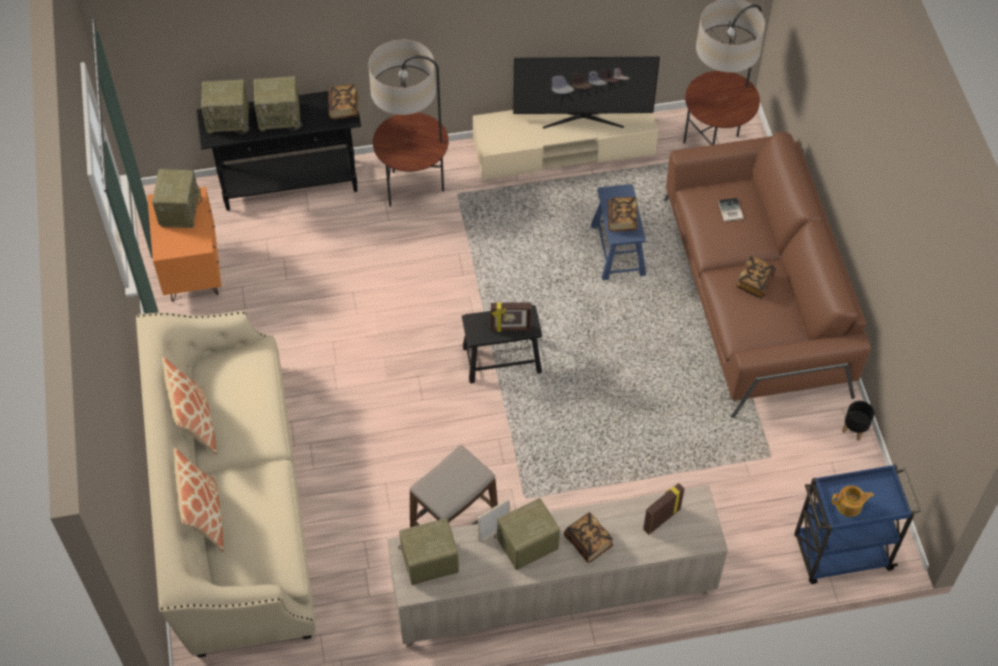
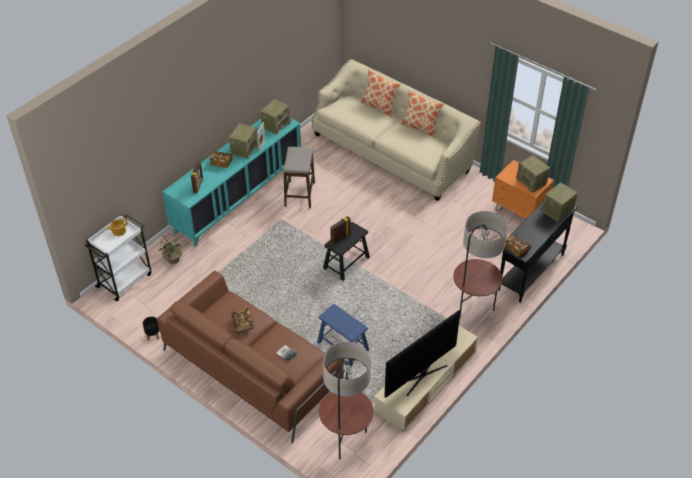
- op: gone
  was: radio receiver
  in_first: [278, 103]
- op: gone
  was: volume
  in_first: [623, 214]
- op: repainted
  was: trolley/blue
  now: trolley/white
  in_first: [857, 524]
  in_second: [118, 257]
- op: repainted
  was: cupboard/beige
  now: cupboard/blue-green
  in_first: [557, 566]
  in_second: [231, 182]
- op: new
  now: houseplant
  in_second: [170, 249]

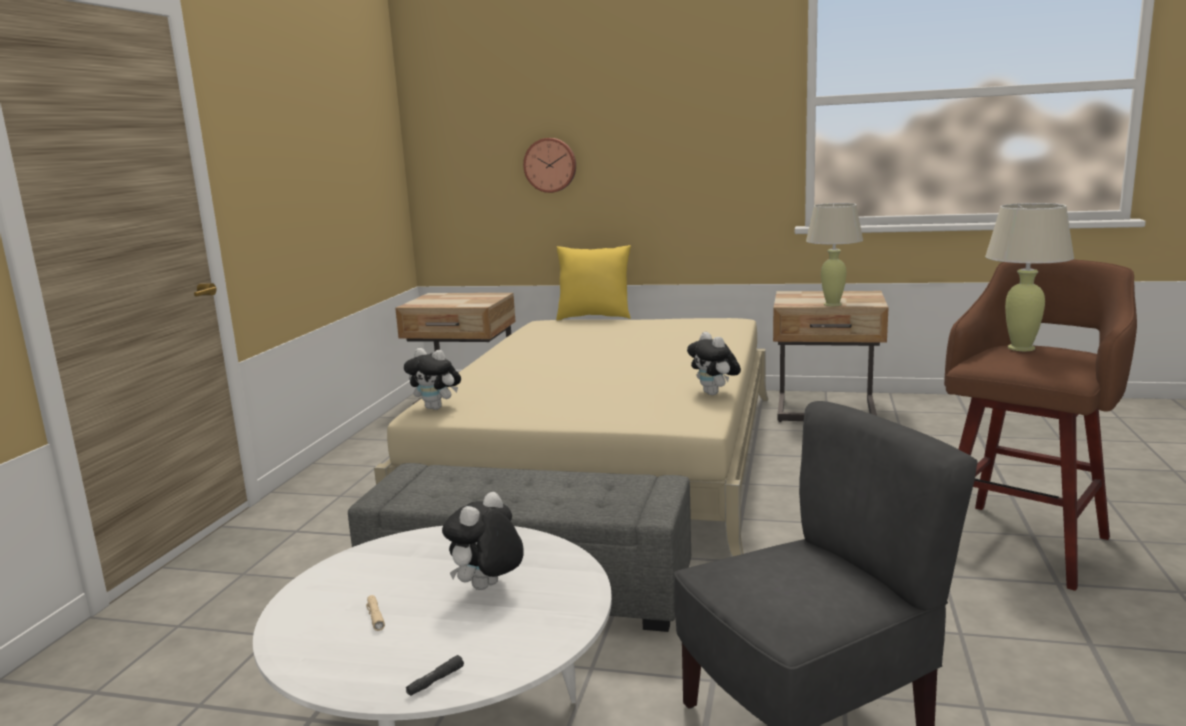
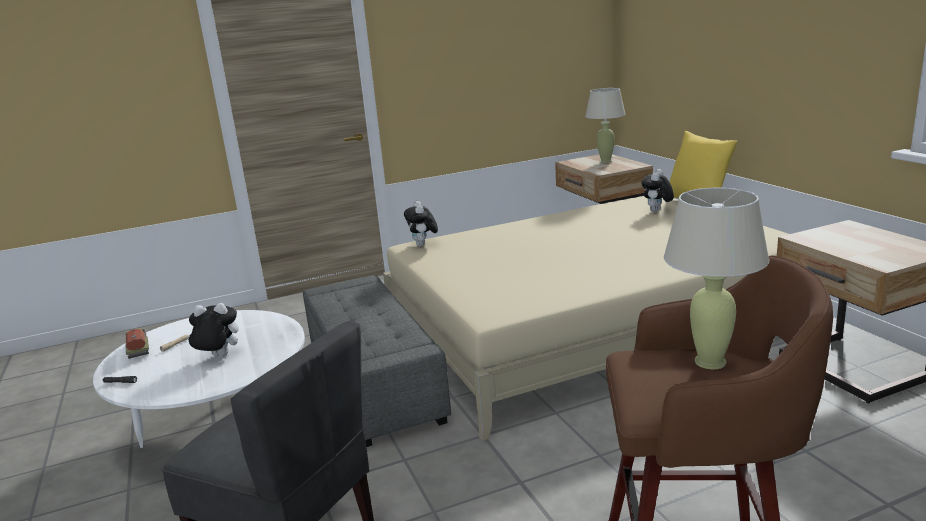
- op: gone
  was: hanging clock
  in_first: [549, 165]
- op: shifted
  was: tabletop lamp/beige
  in_first: [834, 254]
  in_second: [605, 125]
- op: shifted
  was: soft toy
  in_first: [714, 363]
  in_second: [658, 190]
- op: new
  now: toy truck
  in_second: [137, 343]

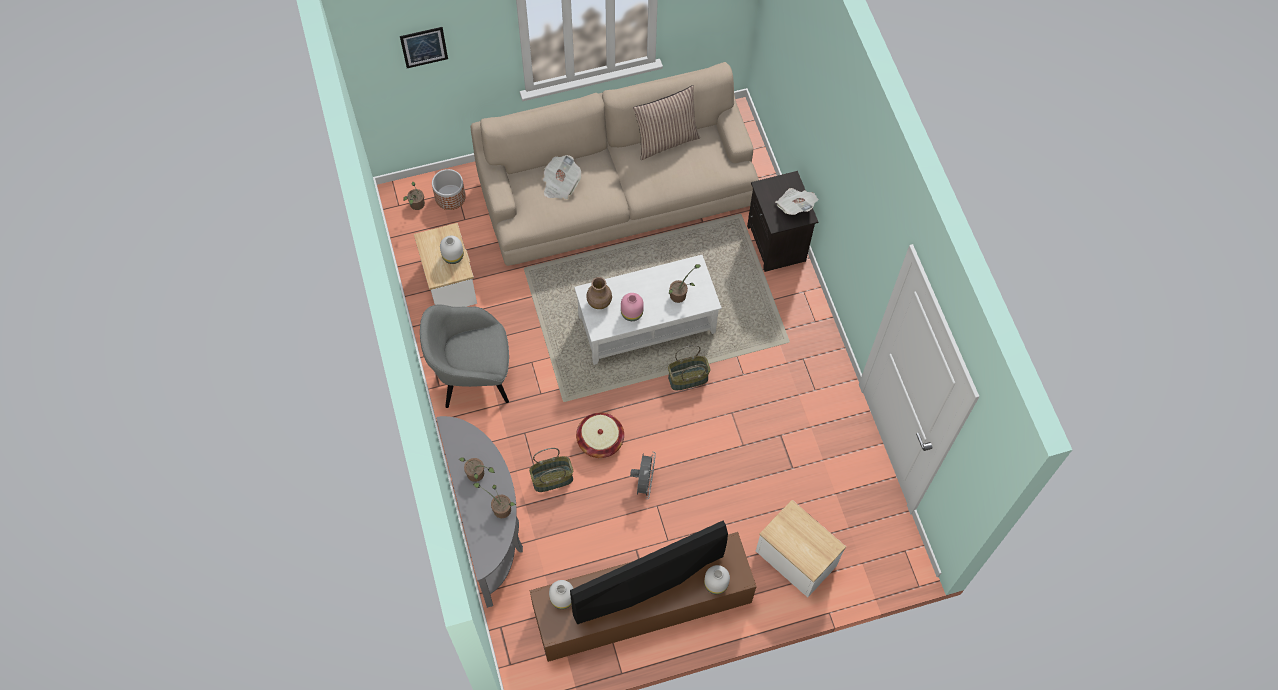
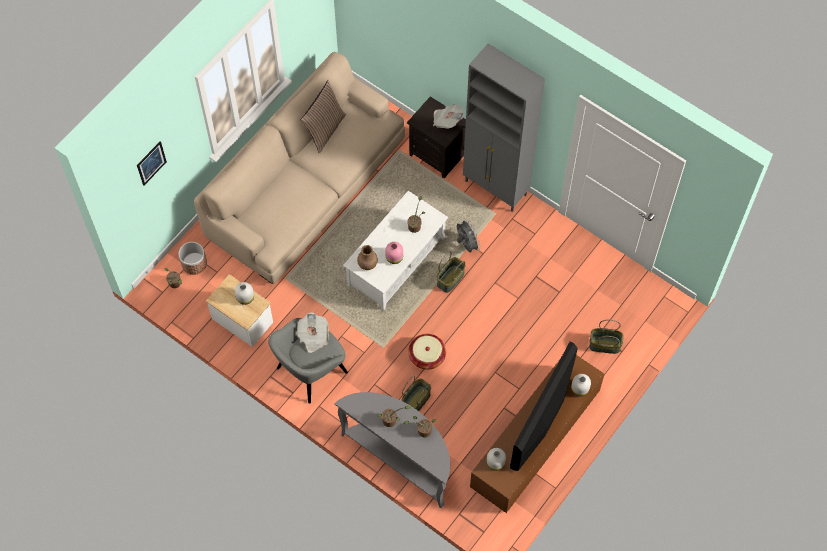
- op: shifted
  was: daily paper
  in_first: [562, 177]
  in_second: [312, 332]
- op: shifted
  was: fan/greyish
  in_first: [643, 475]
  in_second: [469, 235]
- op: swapped
  was: side table
  now: basket
  in_first: [801, 549]
  in_second: [606, 337]
- op: new
  now: cupboard/greyish
  in_second: [504, 127]

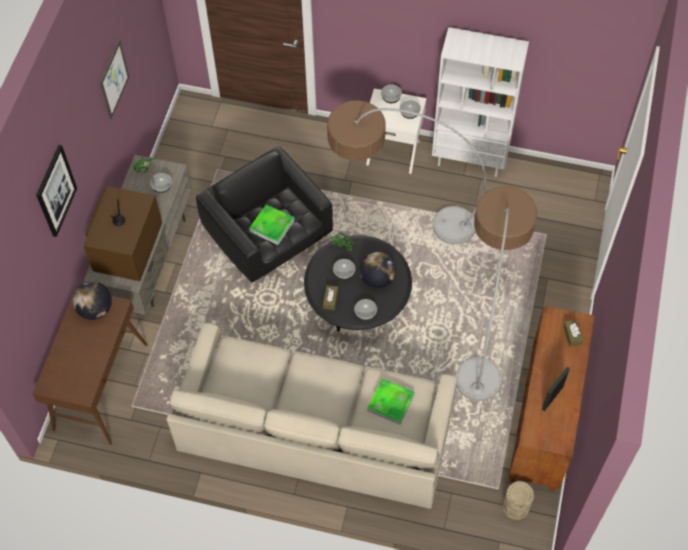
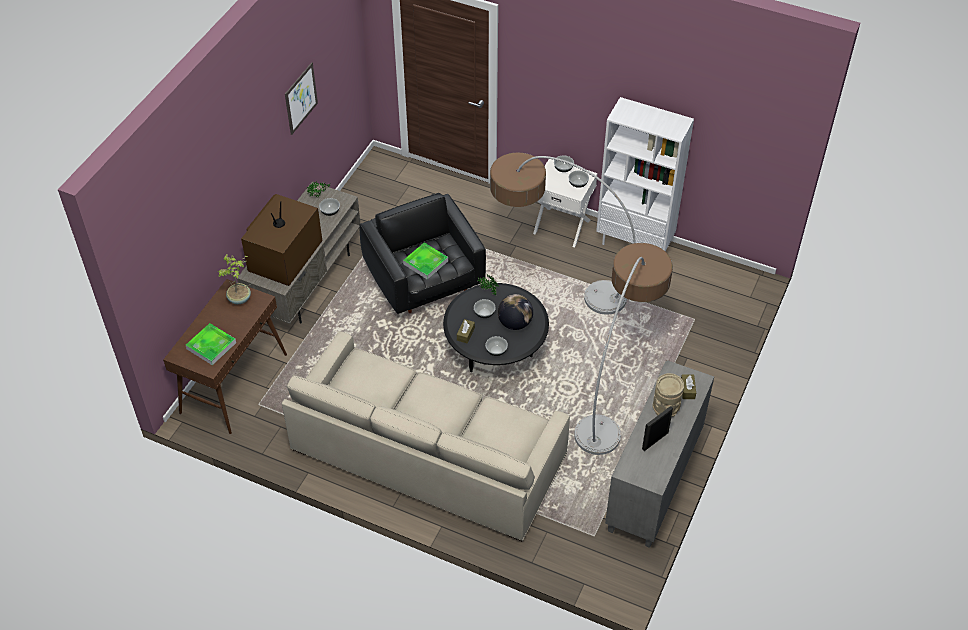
- op: gone
  was: wall picture
  in_first: [56, 191]
- op: swapped
  was: world globe
  now: houseplant
  in_first: [92, 300]
  in_second: [234, 279]
- op: repainted
  was: cupboard/brownish
  now: cupboard/greyish
  in_first: [552, 398]
  in_second: [659, 454]
- op: shifted
  was: tray
  in_first: [391, 402]
  in_second: [211, 344]
- op: shifted
  was: flower vase/beige
  in_first: [518, 500]
  in_second: [668, 395]

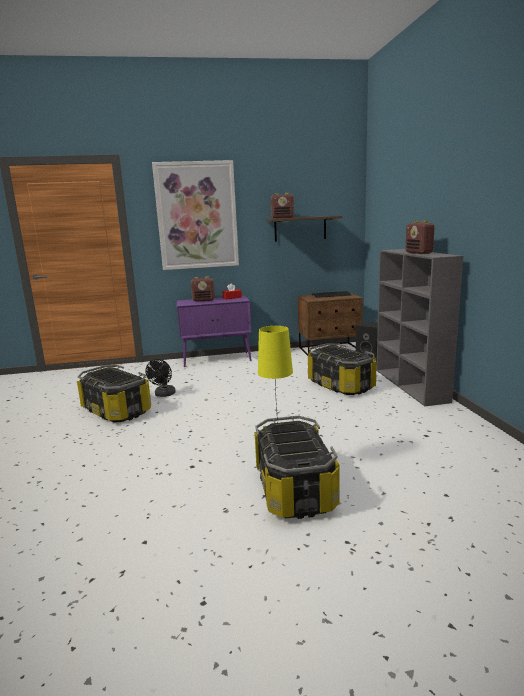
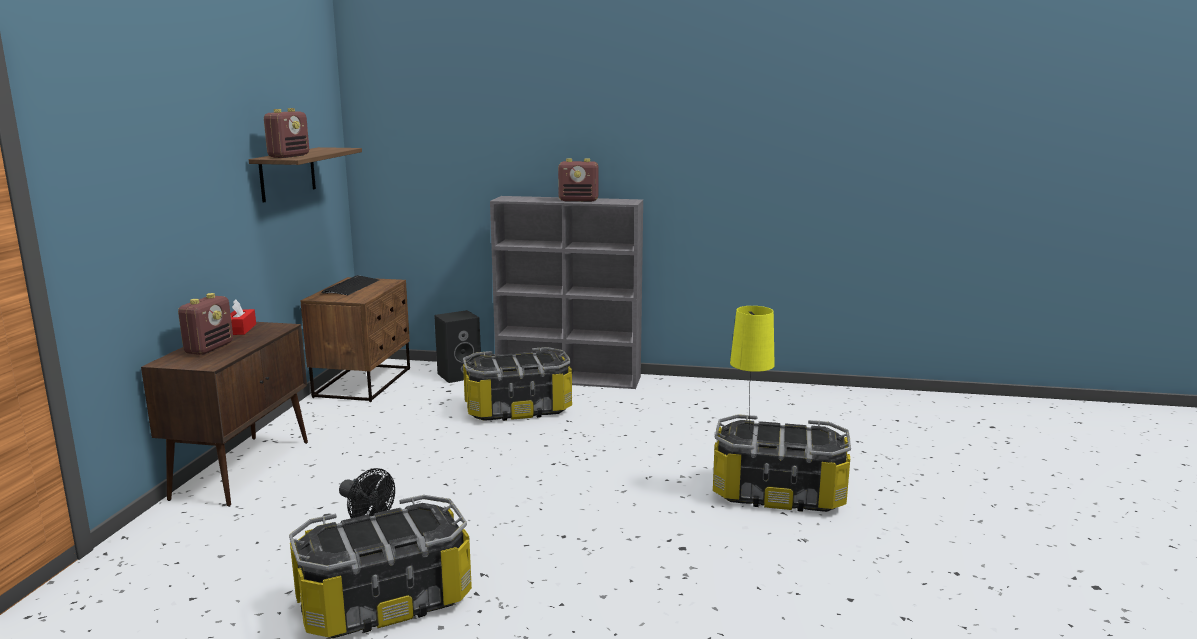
- op: gone
  was: wall picture
  in_first: [195, 215]
- op: repainted
  was: cupboard/purple
  now: cupboard/brownish
  in_first: [214, 331]
  in_second: [224, 414]

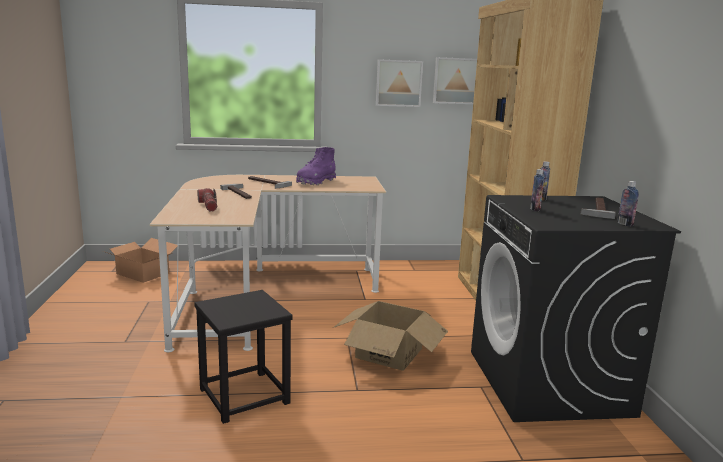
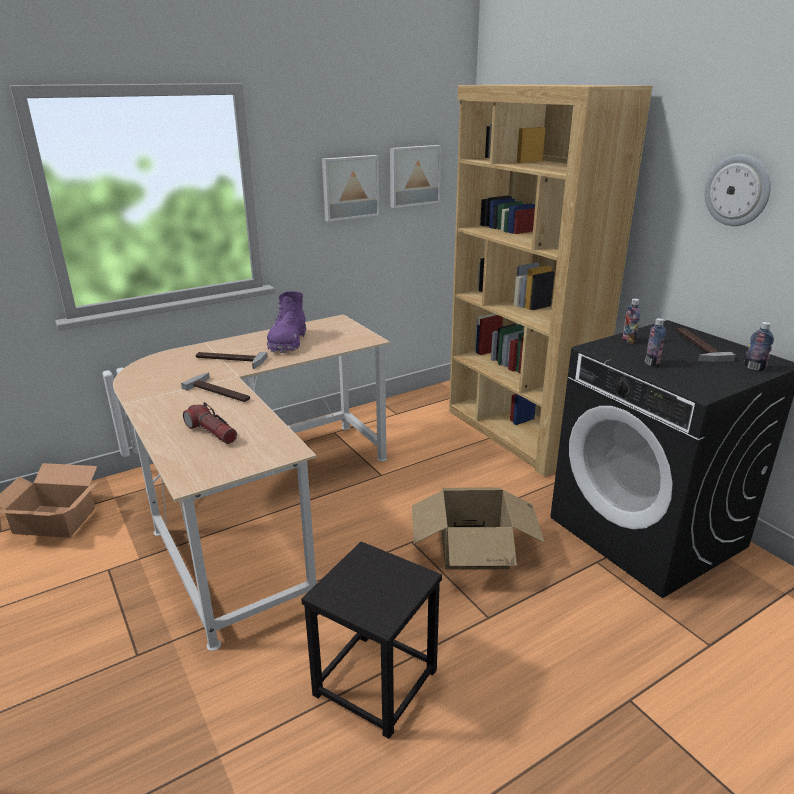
- op: new
  now: hanging clock
  in_second: [738, 190]

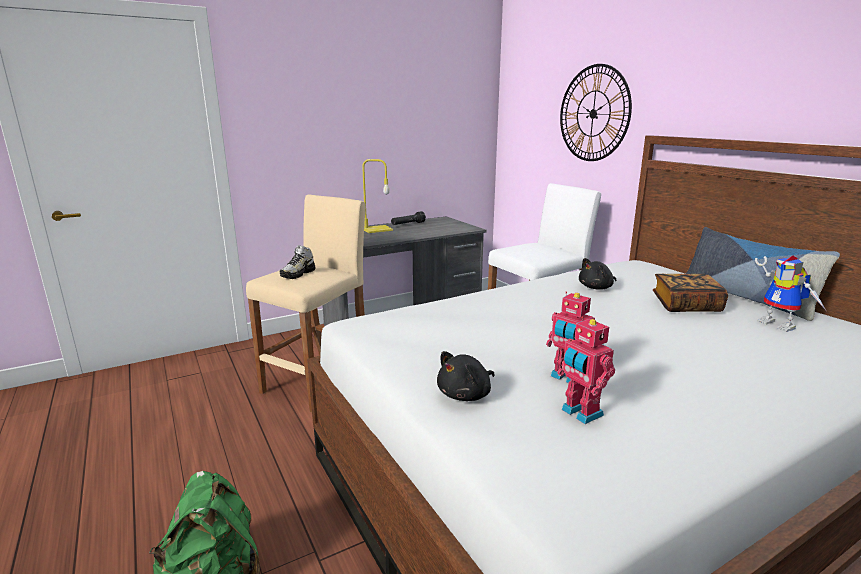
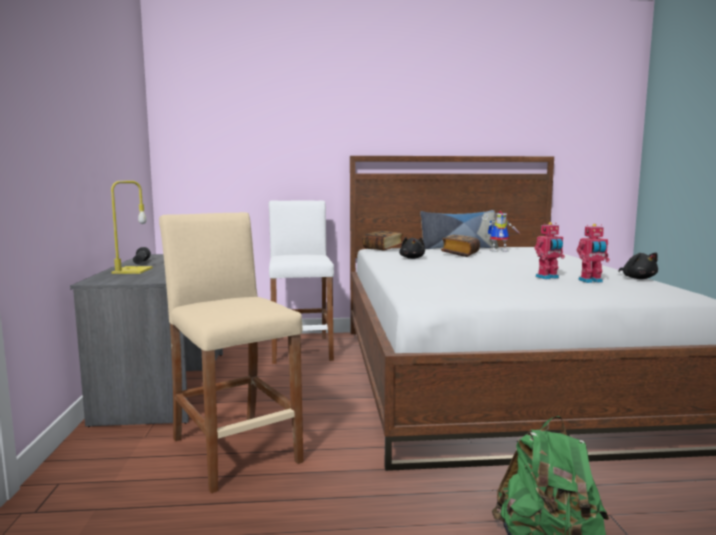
- op: gone
  was: hanging clock
  in_first: [596, 112]
- op: gone
  was: item of footwear
  in_first: [298, 262]
- op: shifted
  was: soft toy/black
  in_first: [466, 376]
  in_second: [638, 266]
- op: new
  now: volume
  in_second: [382, 241]

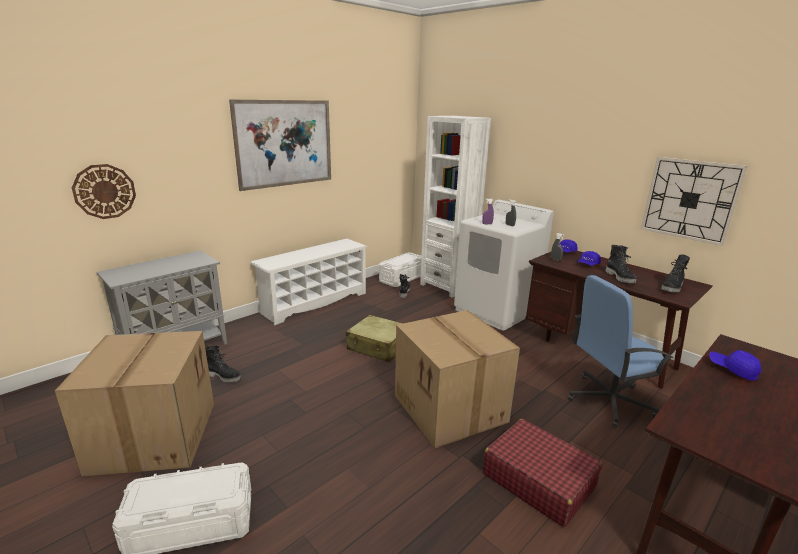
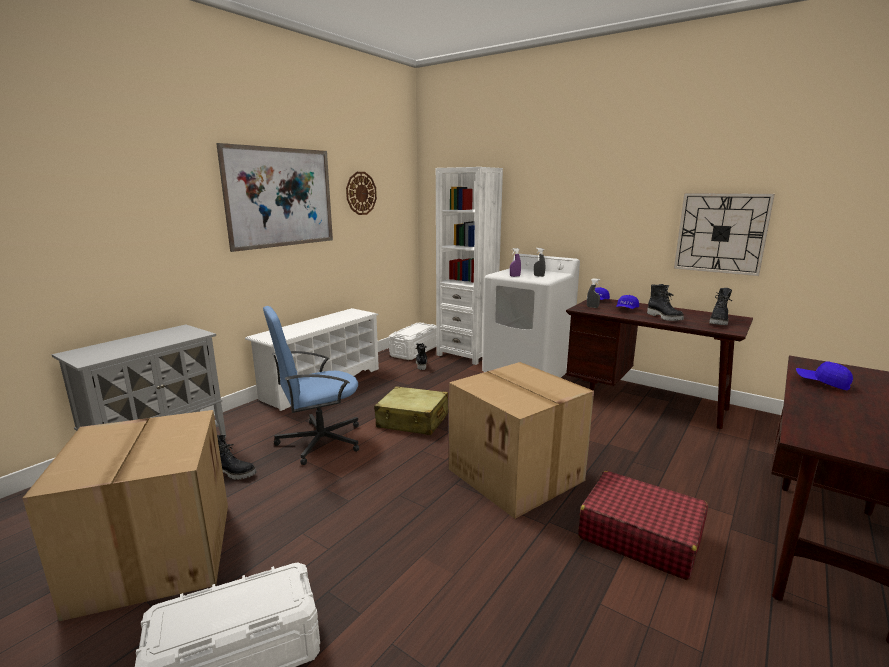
- op: shifted
  was: hanging clock
  in_first: [104, 191]
  in_second: [361, 193]
- op: shifted
  was: desk chair/blue
  in_first: [620, 351]
  in_second: [311, 385]

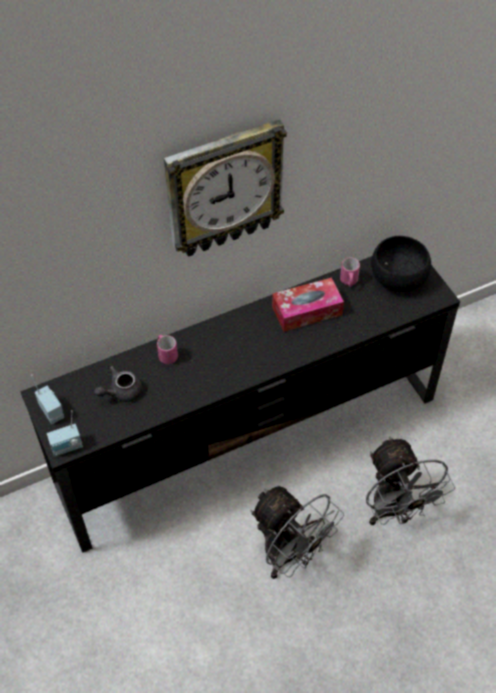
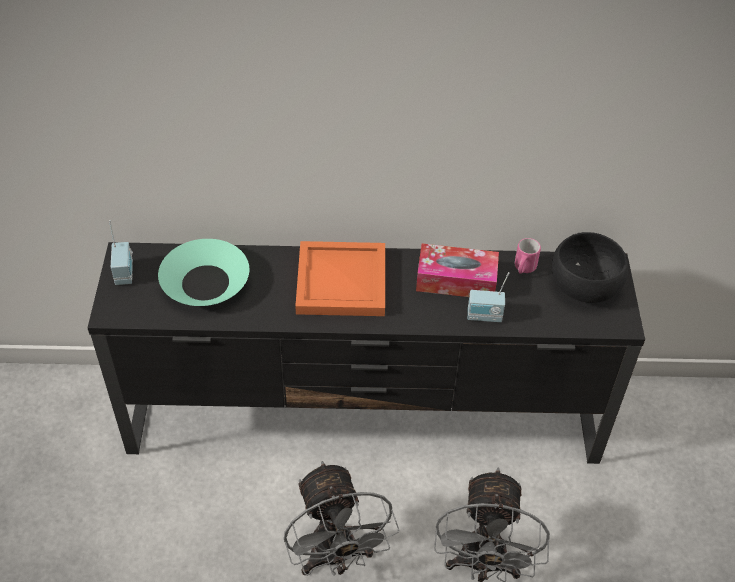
- op: gone
  was: hanging clock
  in_first: [225, 188]
- op: gone
  was: tea mug/pink
  in_first: [167, 349]
- op: swapped
  was: tea pot/greyish
  now: bowl/blue-green
  in_first: [118, 384]
  in_second: [203, 272]
- op: shifted
  was: radio receiver
  in_first: [65, 433]
  in_second: [488, 297]
- op: new
  now: tray/orange
  in_second: [340, 278]

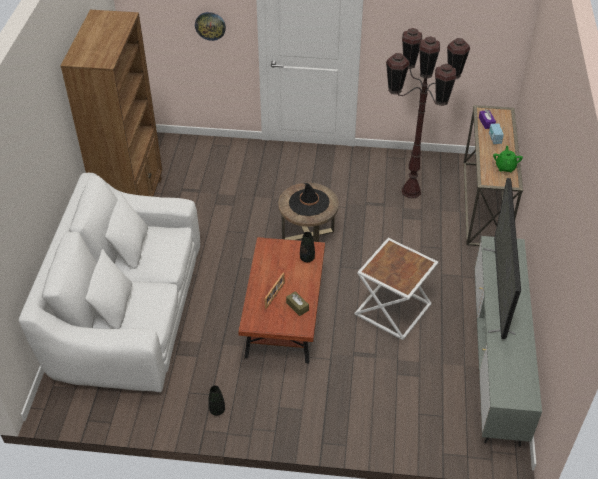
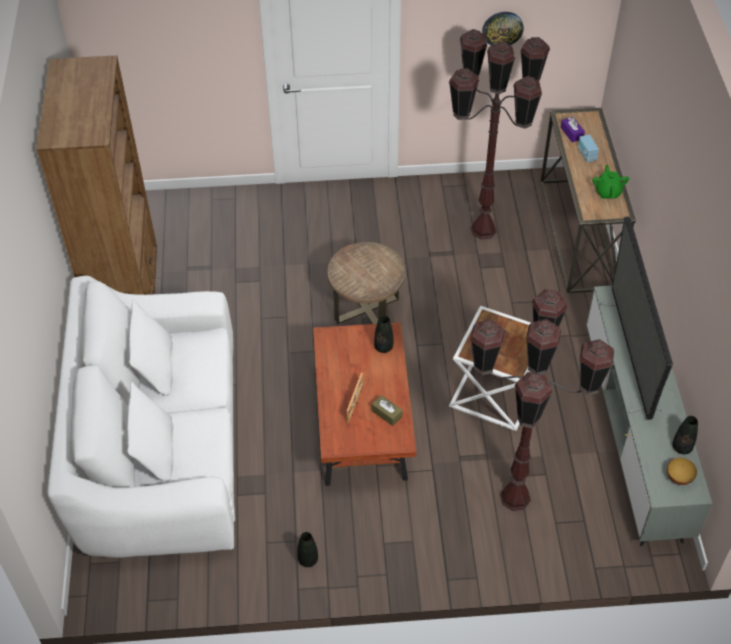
- op: shifted
  was: hanging clock
  in_first: [210, 26]
  in_second: [503, 29]
- op: gone
  was: wearable hat/black
  in_first: [309, 199]
- op: new
  now: standard lamp/brownish
  in_second: [542, 400]
- op: new
  now: flower vase/black
  in_second: [685, 435]
- op: new
  now: bowl
  in_second: [682, 471]

